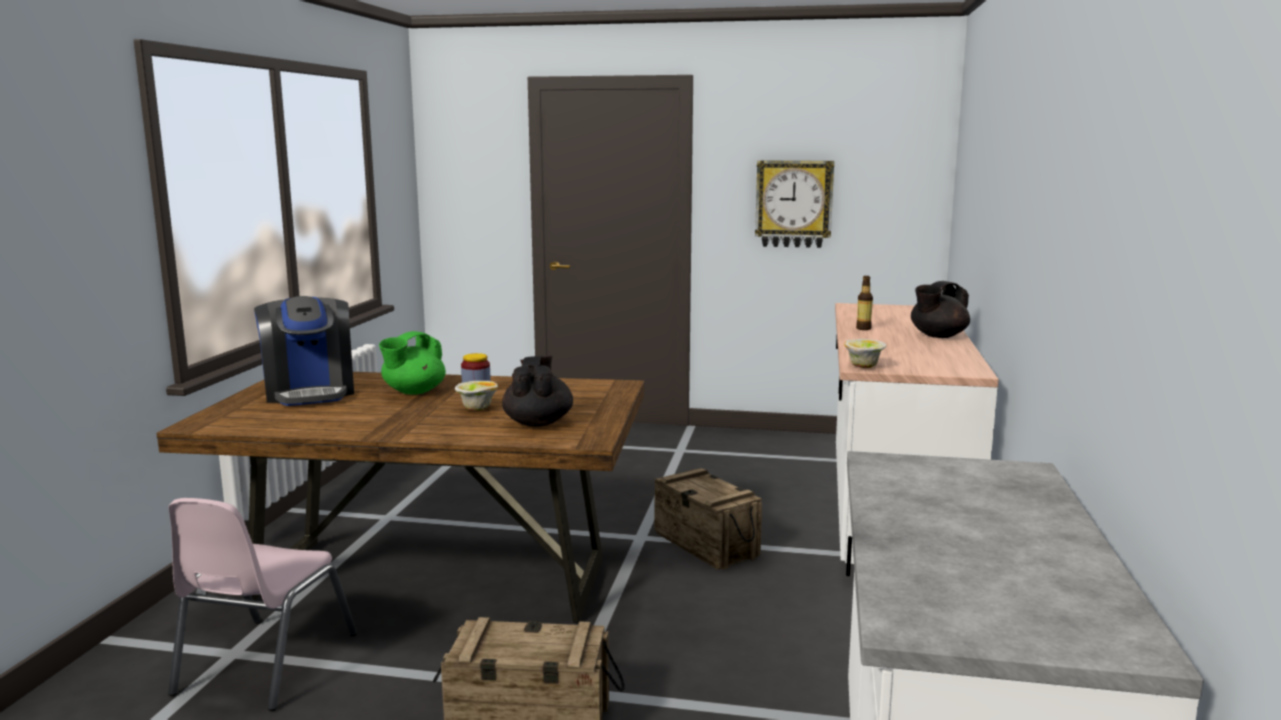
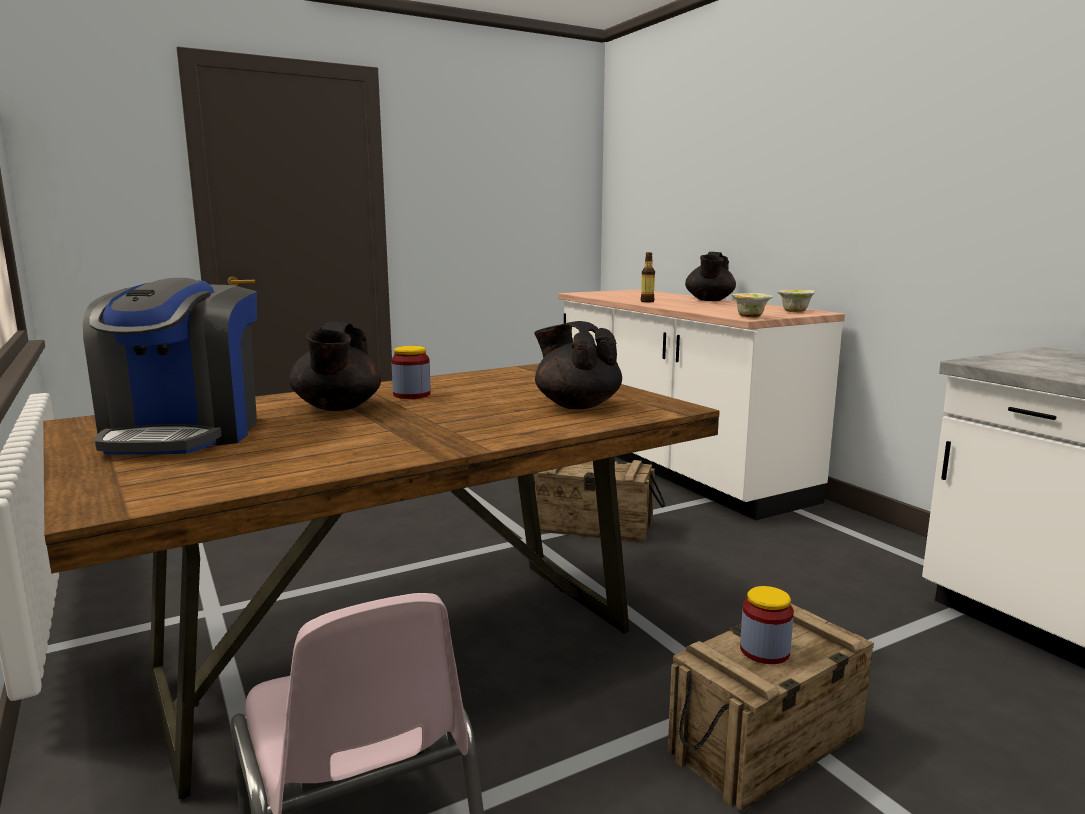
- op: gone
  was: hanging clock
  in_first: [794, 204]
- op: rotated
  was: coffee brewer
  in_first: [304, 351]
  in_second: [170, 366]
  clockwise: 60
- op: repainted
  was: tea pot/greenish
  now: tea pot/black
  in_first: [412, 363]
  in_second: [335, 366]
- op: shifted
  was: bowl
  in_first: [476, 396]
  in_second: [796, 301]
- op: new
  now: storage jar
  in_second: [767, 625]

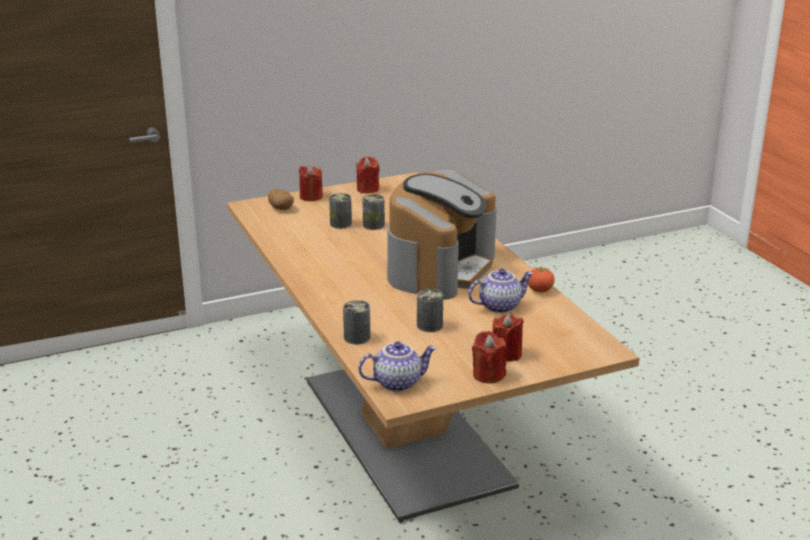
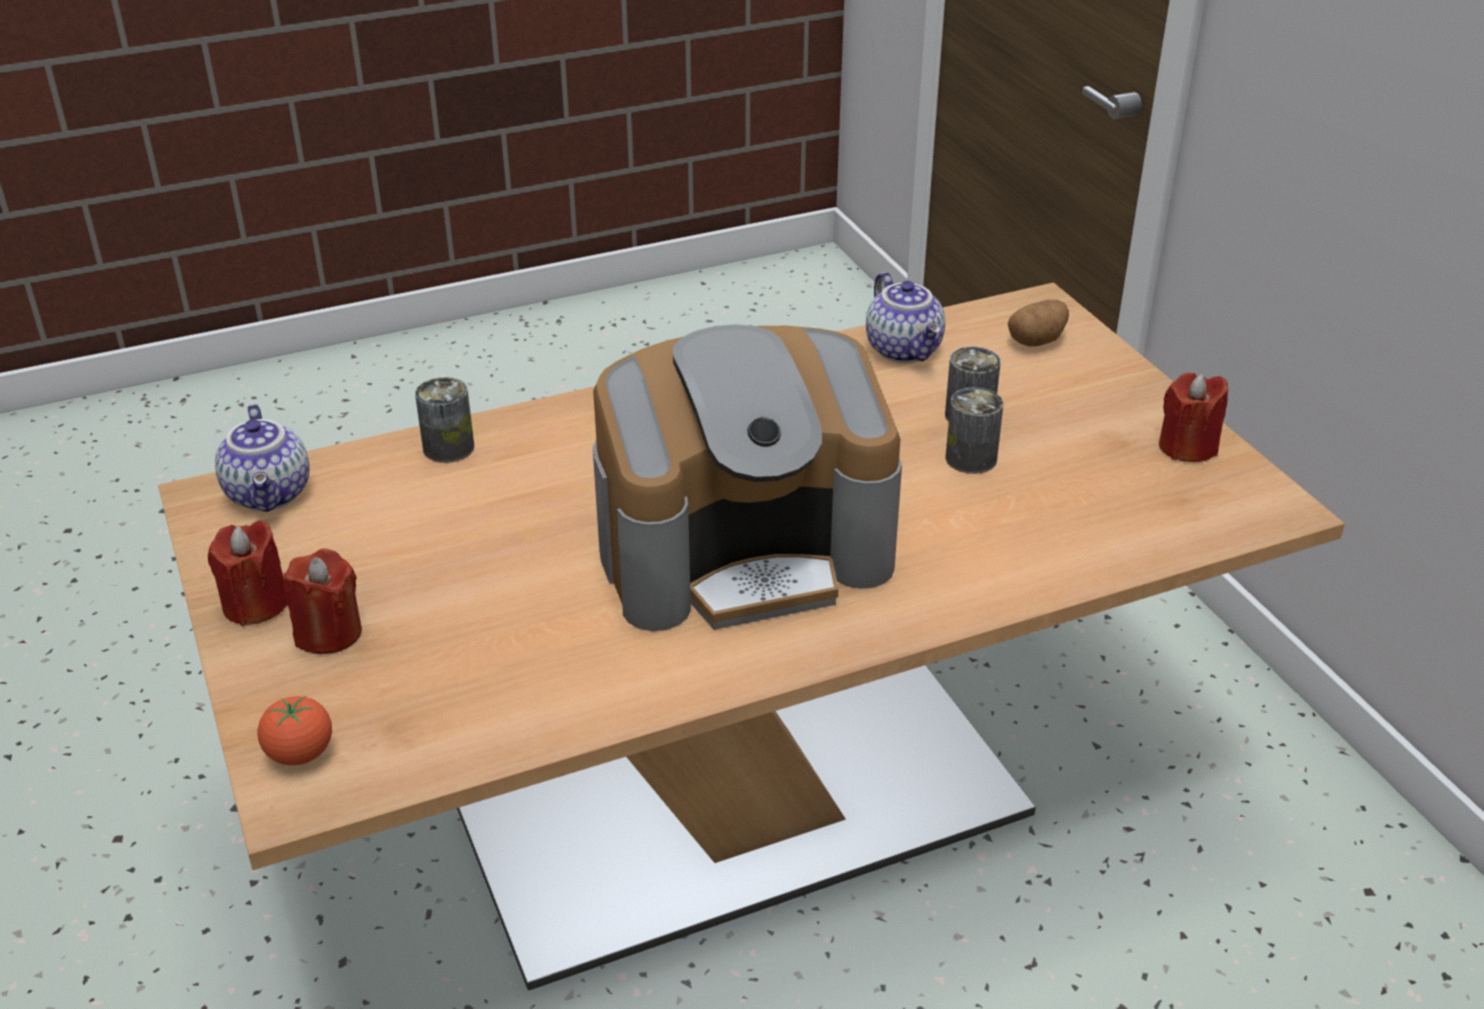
- op: gone
  was: wax light/red-coloured
  in_first: [311, 183]
- op: rotated
  was: coffee brewer
  in_first: [442, 234]
  in_second: [747, 477]
  clockwise: -45
- op: shifted
  was: tomato
  in_first: [541, 279]
  in_second: [295, 731]
- op: shifted
  was: tea pot
  in_first: [501, 290]
  in_second: [905, 317]
- op: gone
  was: sealed can
  in_first: [430, 310]

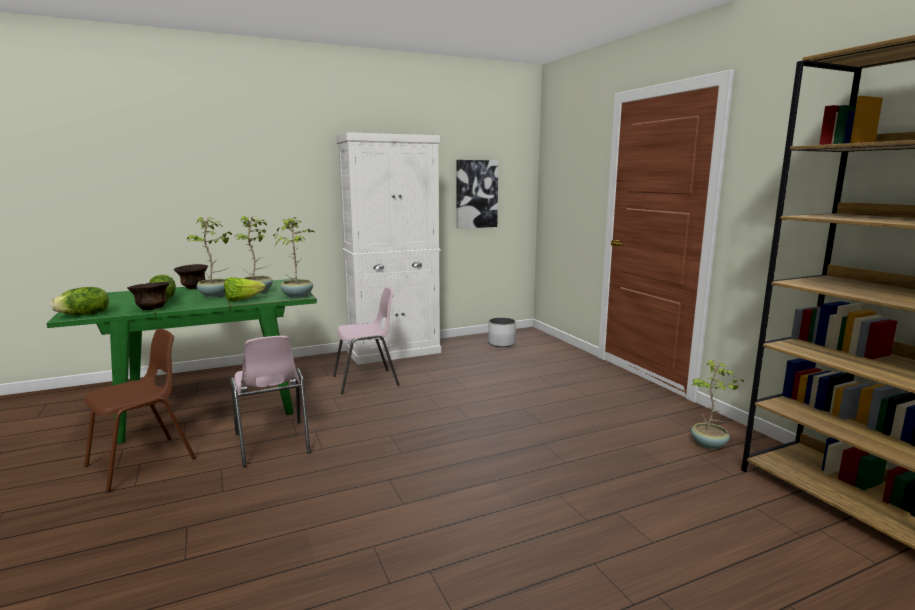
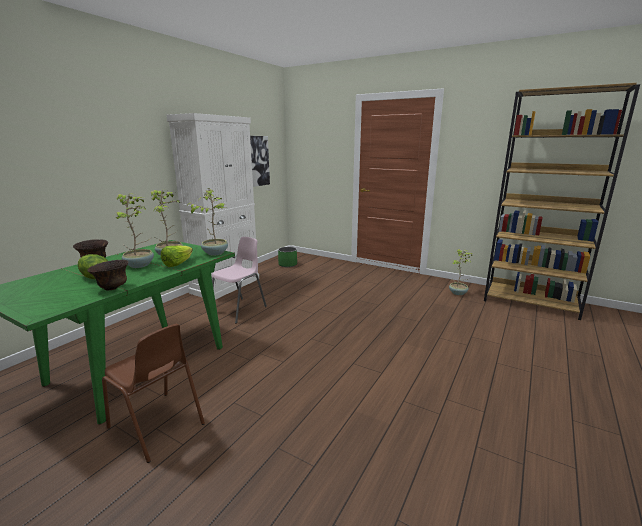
- op: gone
  was: lettuce
  in_first: [79, 301]
- op: repainted
  was: flower pot/white
  now: flower pot/greenish
  in_first: [502, 332]
  in_second: [287, 257]
- op: rotated
  was: upright chair/brownish
  in_first: [140, 410]
  in_second: [153, 393]
  clockwise: 120
- op: gone
  was: upright chair/pink
  in_first: [270, 401]

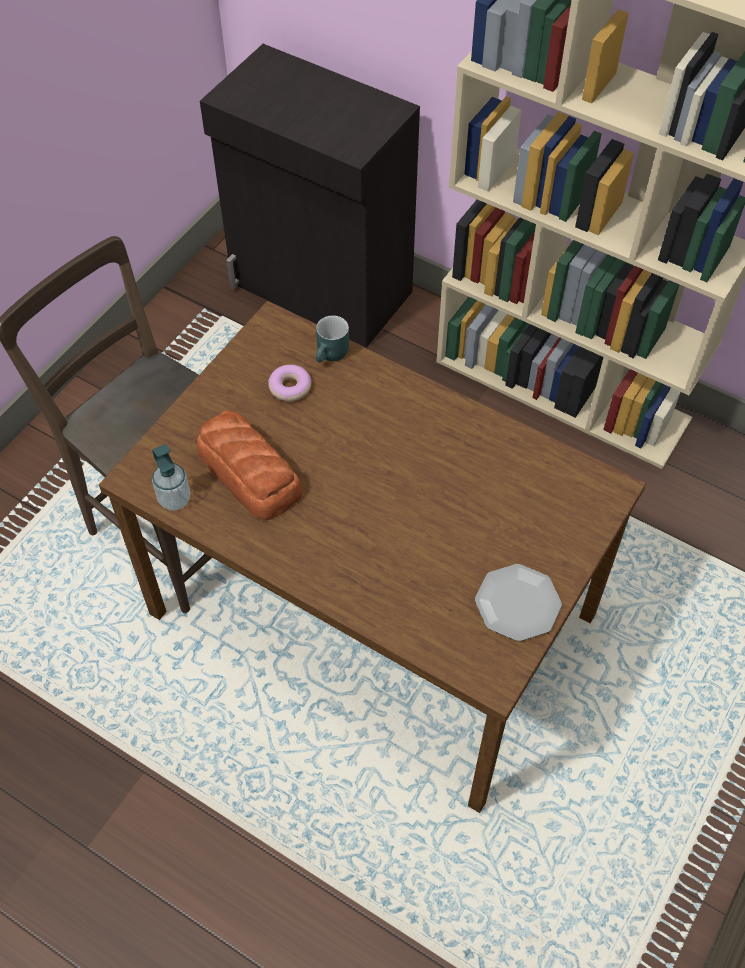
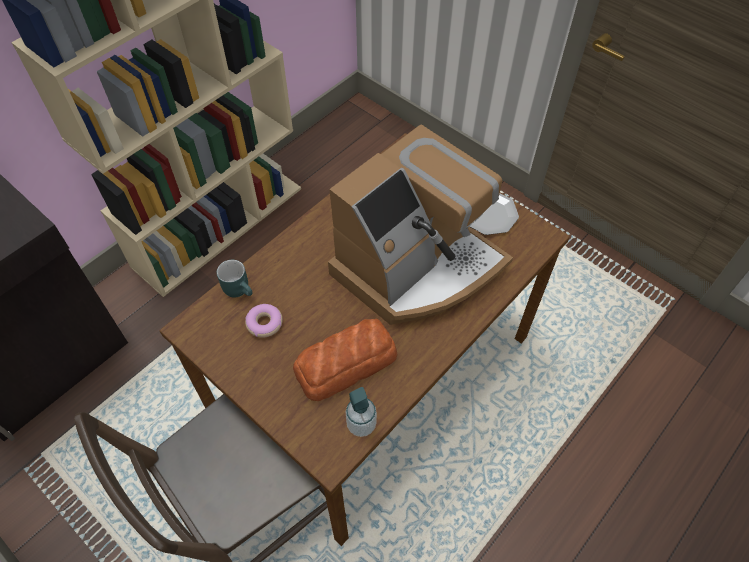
- op: new
  now: coffee brewer
  in_second: [420, 225]

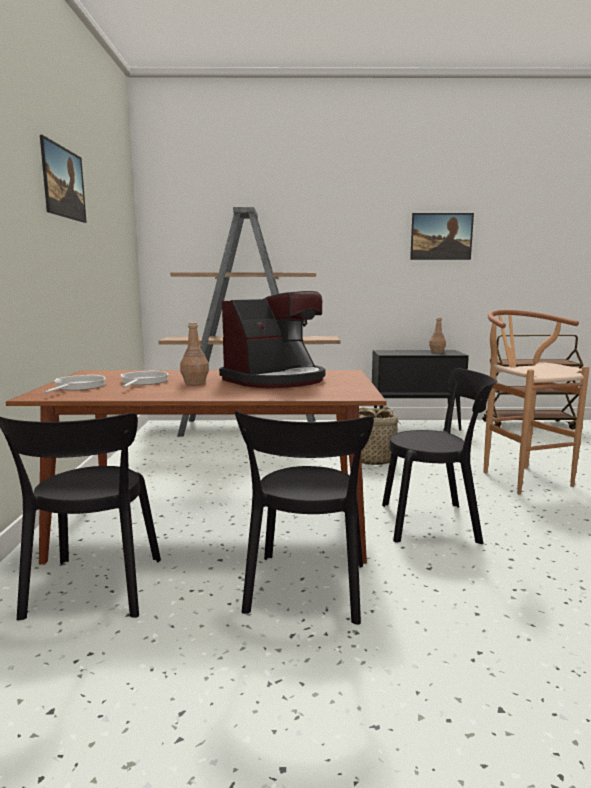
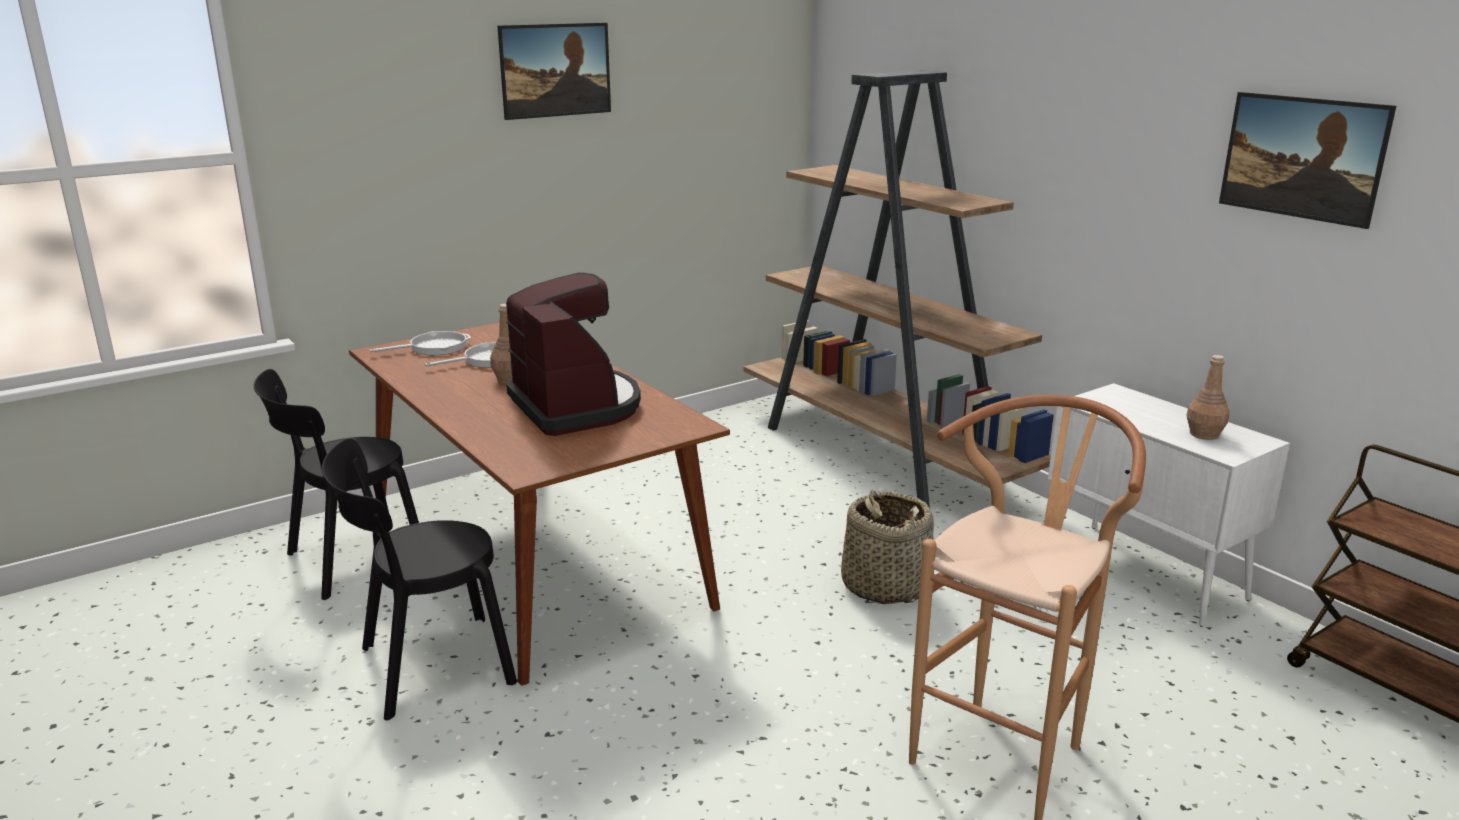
- op: rotated
  was: coffee brewer
  in_first: [272, 339]
  in_second: [573, 354]
  clockwise: -135
- op: repainted
  was: cupboard/black
  now: cupboard/white
  in_first: [420, 390]
  in_second: [1169, 505]
- op: gone
  was: upright chair/black
  in_first: [439, 456]

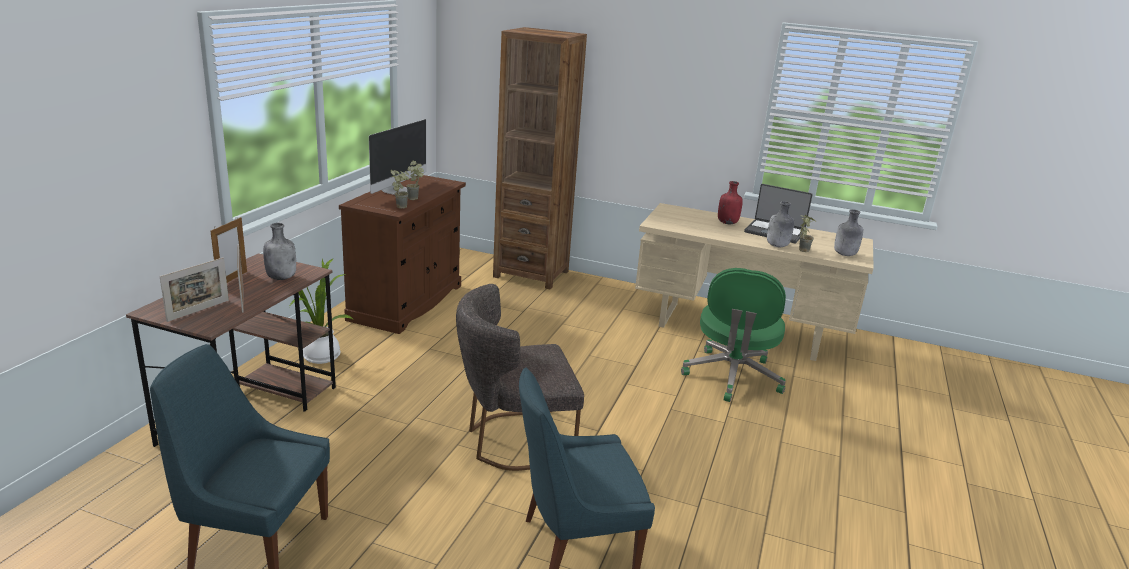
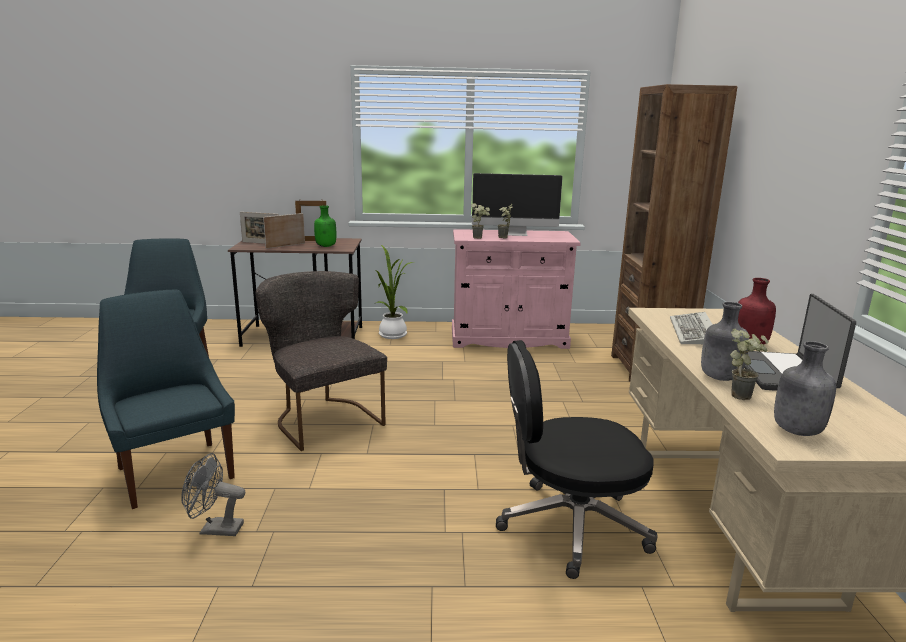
- op: repainted
  was: cupboard/brownish
  now: cupboard/pink
  in_first: [402, 254]
  in_second: [516, 289]
- op: repainted
  was: beverage bottle/greyish
  now: beverage bottle/greenish
  in_first: [279, 251]
  in_second: [325, 226]
- op: repainted
  was: desk chair/greenish
  now: desk chair/black
  in_first: [733, 335]
  in_second: [577, 459]
- op: new
  now: keyboard
  in_second: [691, 328]
- op: new
  now: fan/greyish
  in_second: [213, 494]

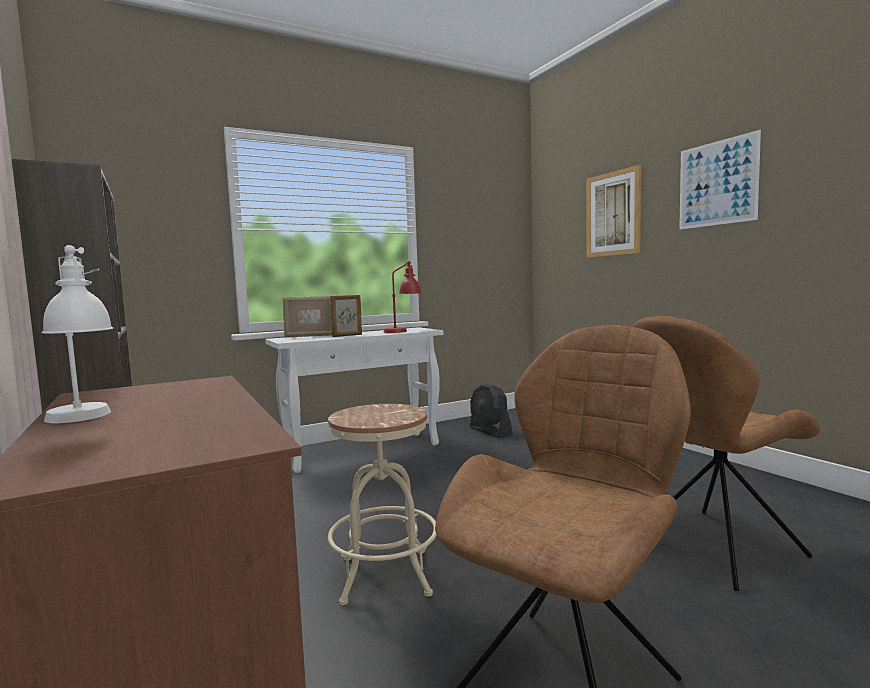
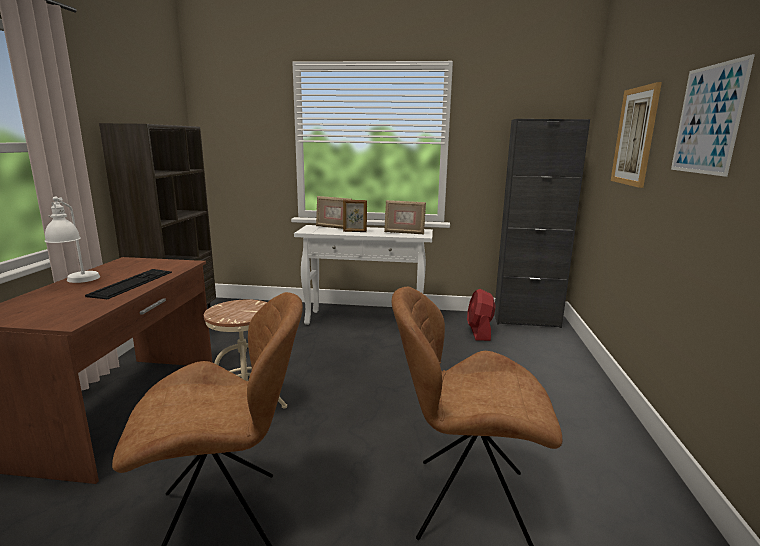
- op: swapped
  was: tabletop lamp/red-coloured
  now: standing frame
  in_first: [402, 297]
  in_second: [405, 217]
- op: repainted
  was: fan/black
  now: fan/red-coloured
  in_first: [491, 410]
  in_second: [481, 315]
- op: new
  now: cupboard/black
  in_second: [542, 223]
- op: new
  now: keyboard
  in_second: [128, 284]

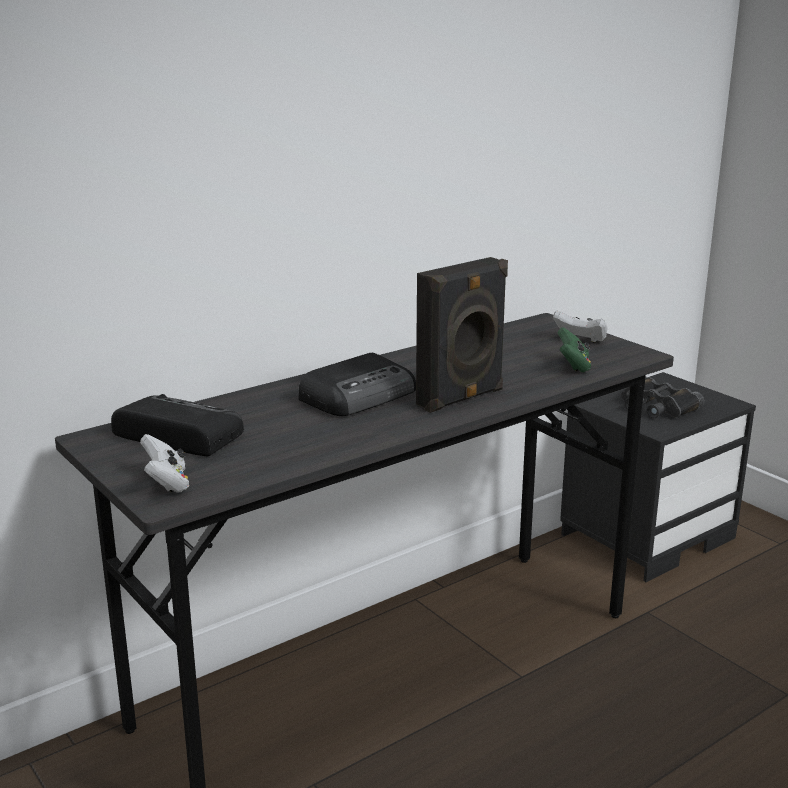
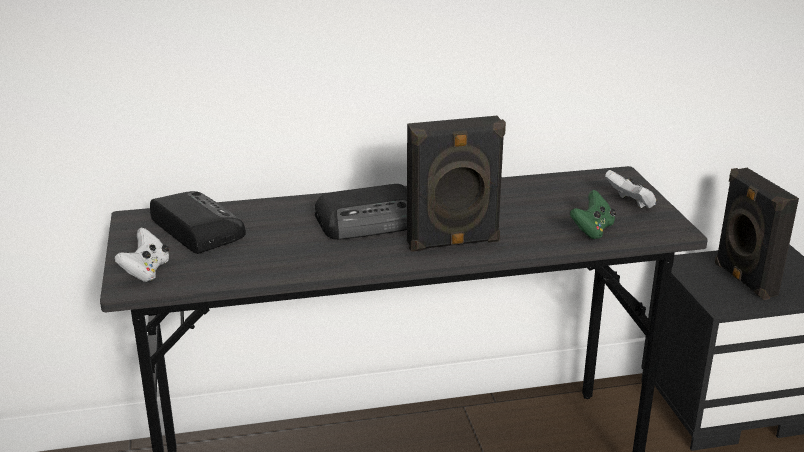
- op: swapped
  was: binoculars/black
  now: audio speaker/black
  in_first: [662, 397]
  in_second: [757, 234]

